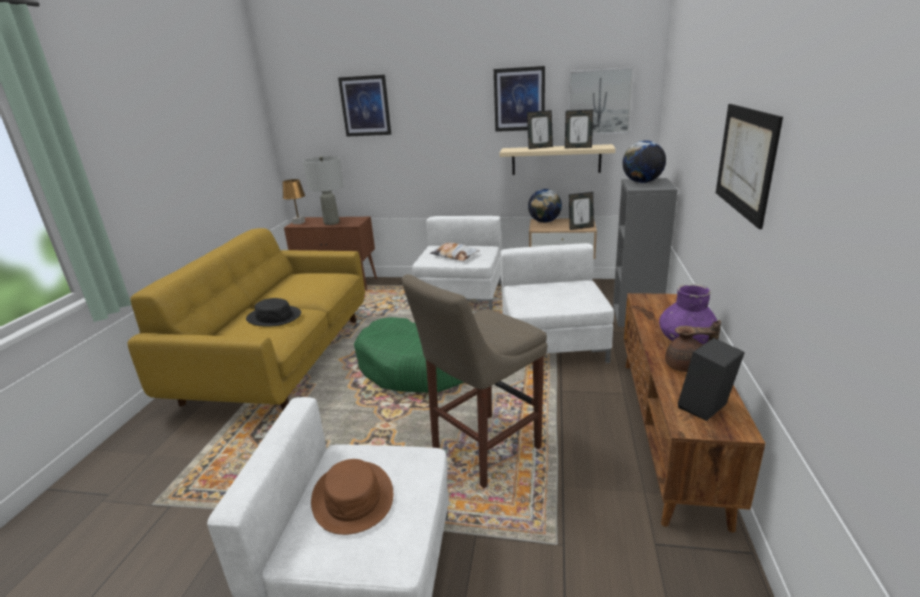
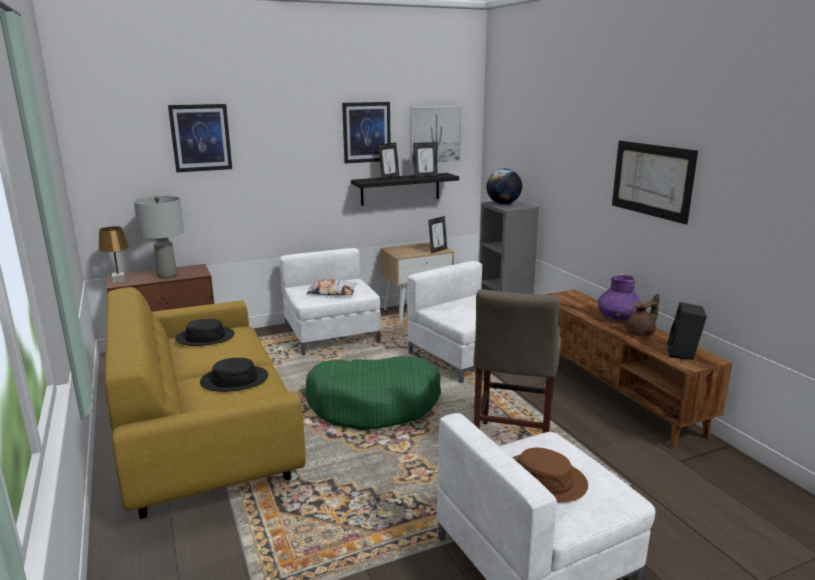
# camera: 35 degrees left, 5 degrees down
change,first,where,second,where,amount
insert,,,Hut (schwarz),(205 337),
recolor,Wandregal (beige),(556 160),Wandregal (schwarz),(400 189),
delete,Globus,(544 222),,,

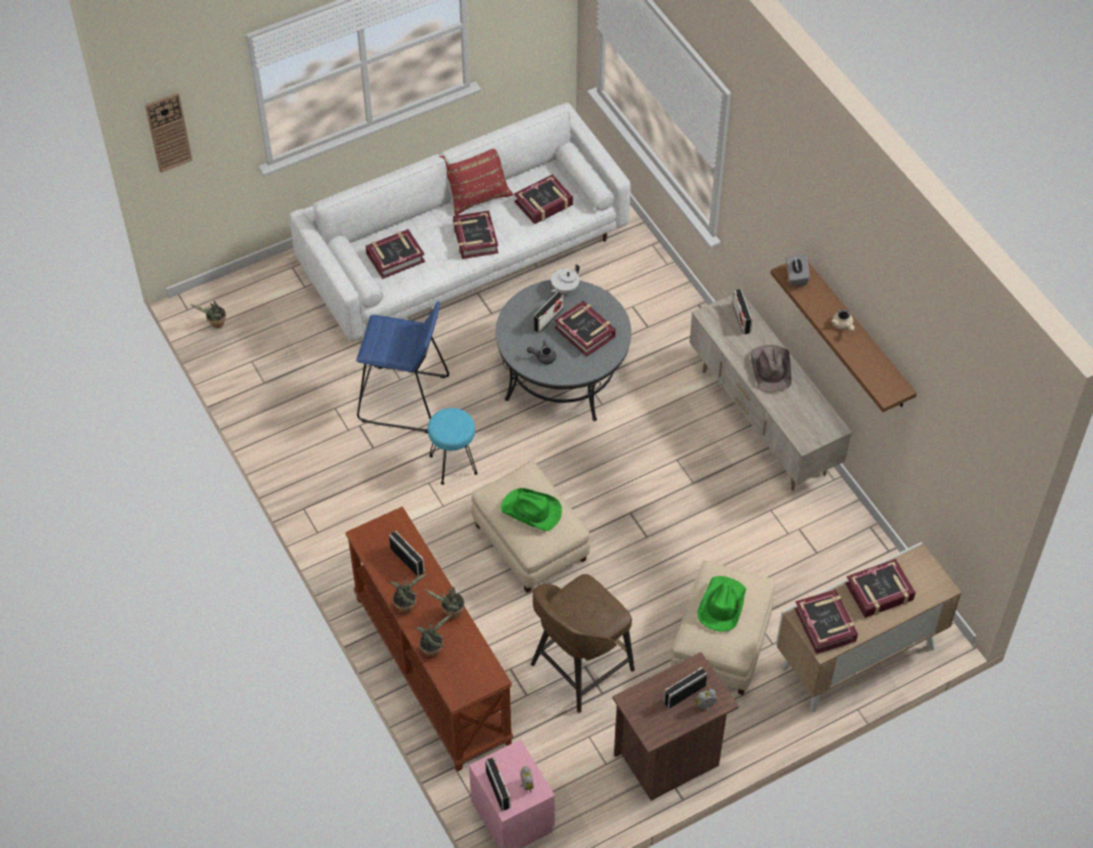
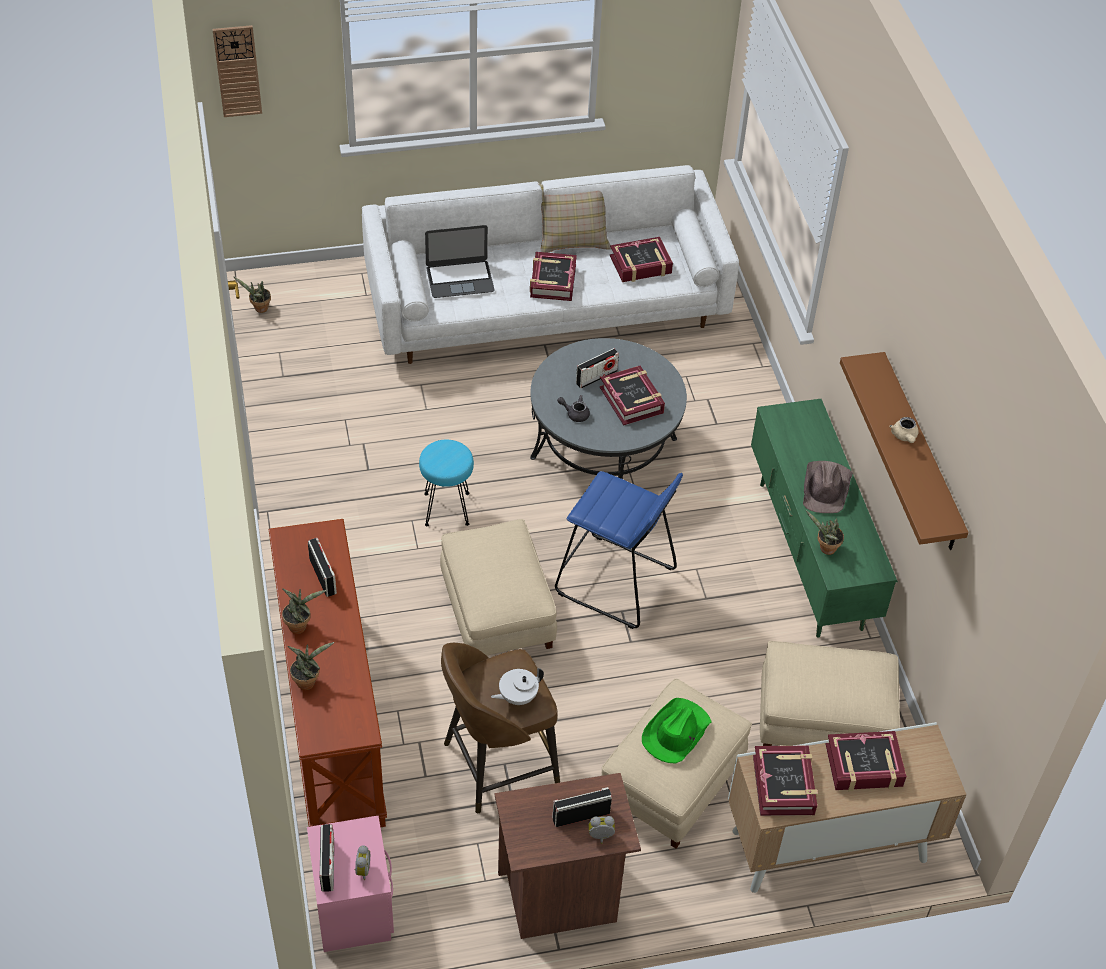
# camera: 15 degrees right, 5 degrees down
change,first,where,second,where,amount
replace,Buch,(395 257),Laptop,(460 279),
move,Teekanne (weiß),(564 289),,(517 696),
recolor,Kissen (rot),(477 194),Kissen (beige),(573 239),
move,Hocker (blau),(403 399),,(615 582),
recolor,Fernsehschrank (beige),(762 423),Fernsehschrank (grün),(808 555),
insert,,,Polsterhocker (beige),(821 722),
move,Topfpflanze,(451 613),,(825 549),
delete,Hut (grün),(531 511),,,
delete,Radio,(741 318),,,
delete,Taschentuchbox (grau),(796 276),,,

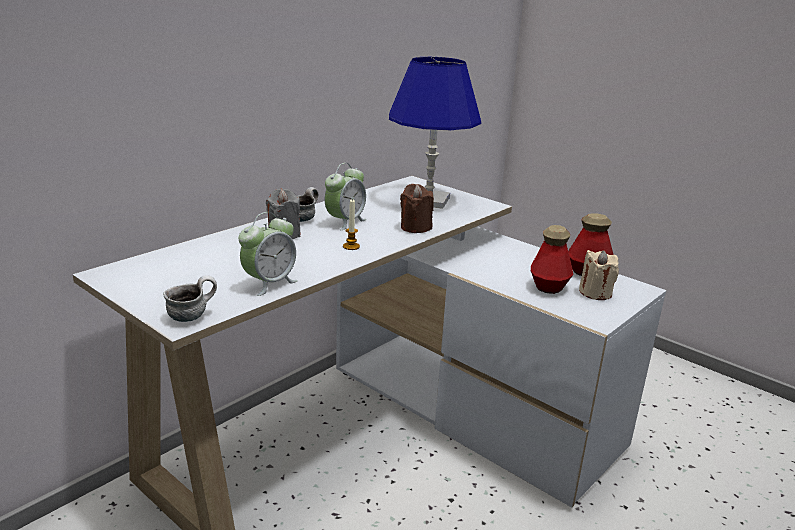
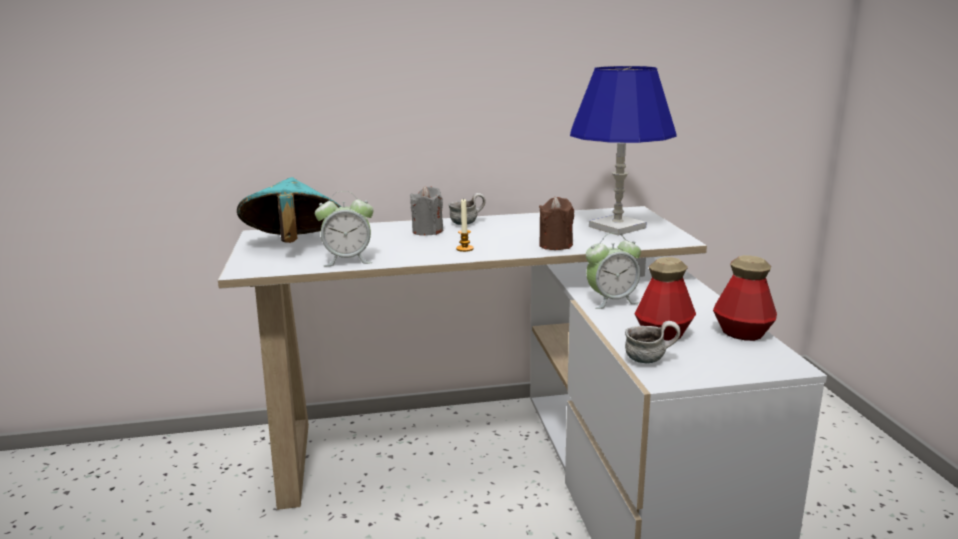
# camera: 40 degrees right, 5 degrees down
change,first,where,second,where,amount
insert,,,Hut (türkis),(293 245),
move,Wecker,(345 222),,(611 301),
move,Henkelbecher,(192 316),,(650 359),
delete,Kerze (beige),(595 293),,,

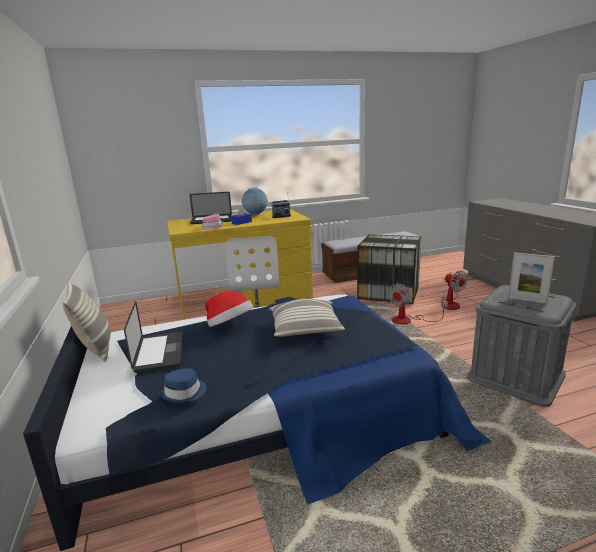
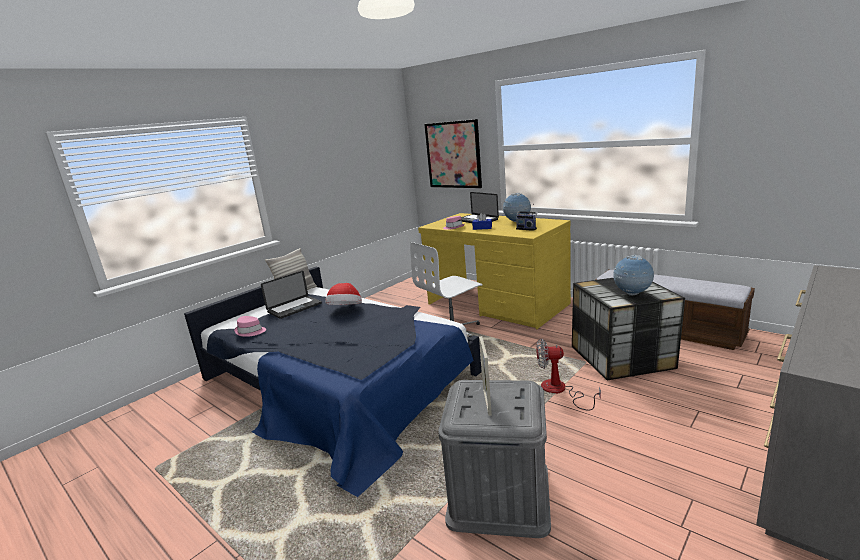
# camera: 60 degrees right, 0 degrees up
change,first,where,second,where,amount
recolor,Hut (blau),(184 393),Hut (rosa),(250 332),
insert,,,Bild,(453 155),
insert,,,Globus,(632 294),
delete,Kissen,(305 330),,,
delete,Ventilator,(451 303),,,

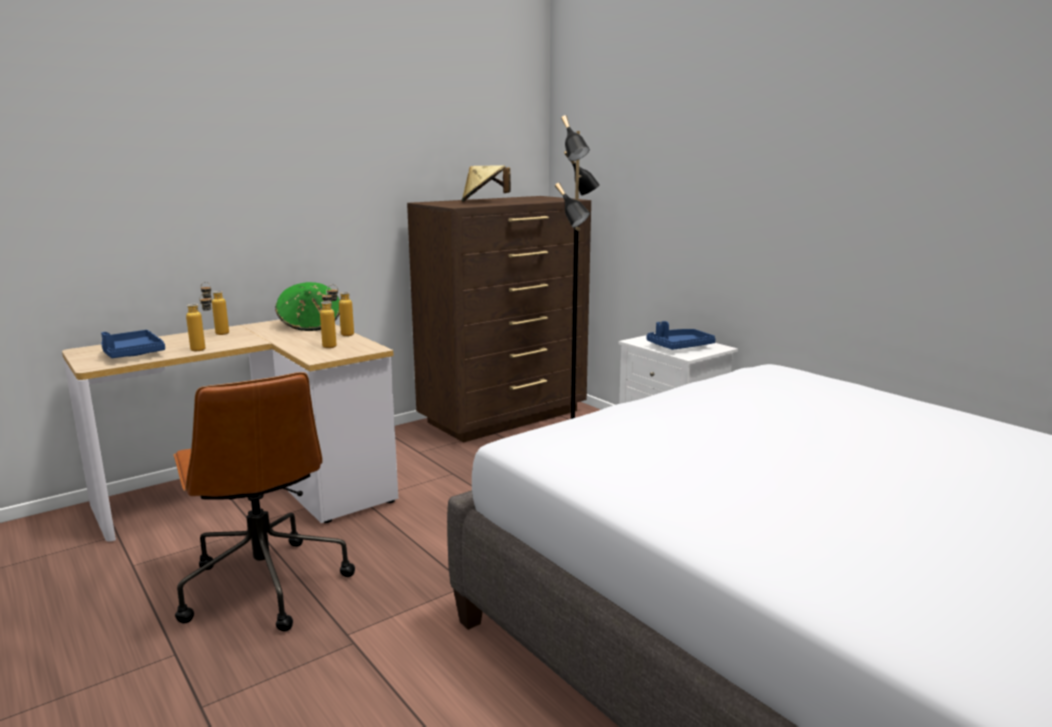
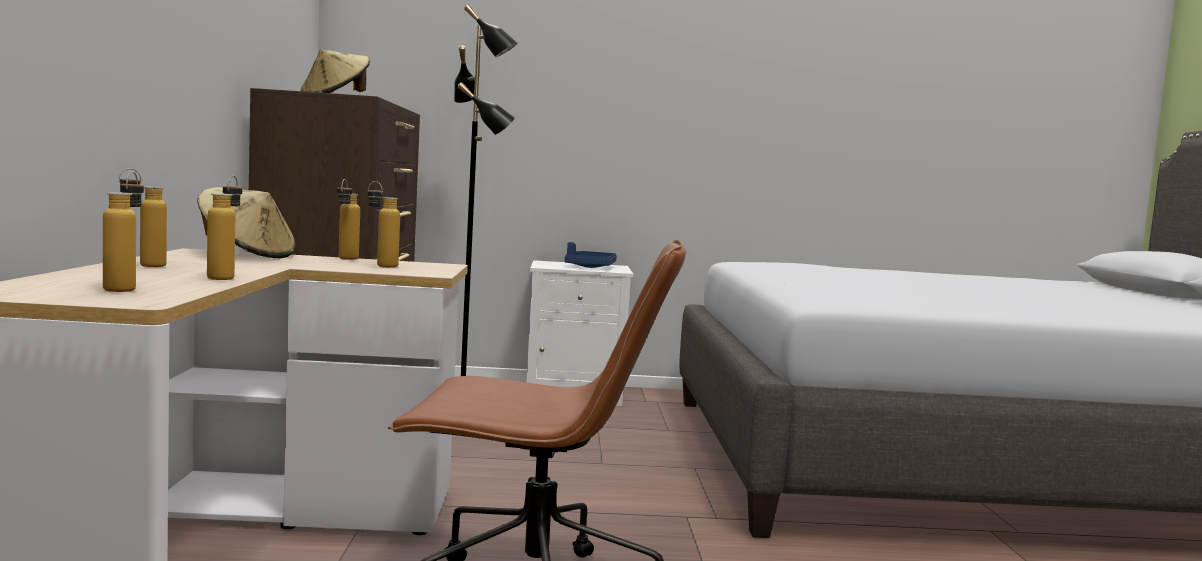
# camera: 55 degrees left, 10 degrees down
change,first,where,second,where,amount
replace,Tablett (blau),(131 354),Flasche,(125 288),
recolor,Hut (grün),(310 325),Hut (beige),(246 255),

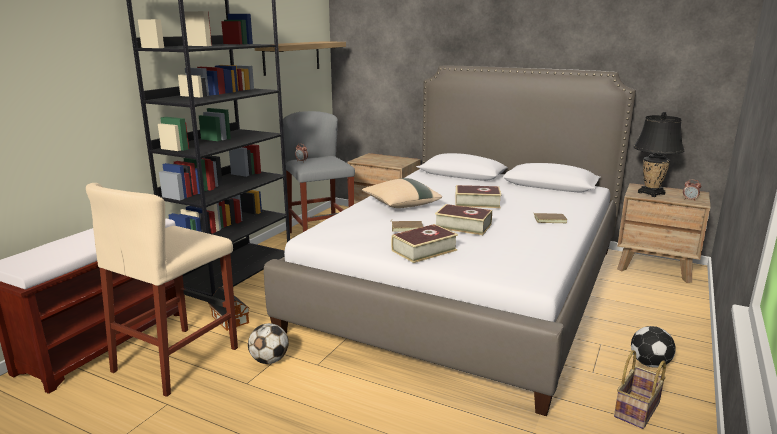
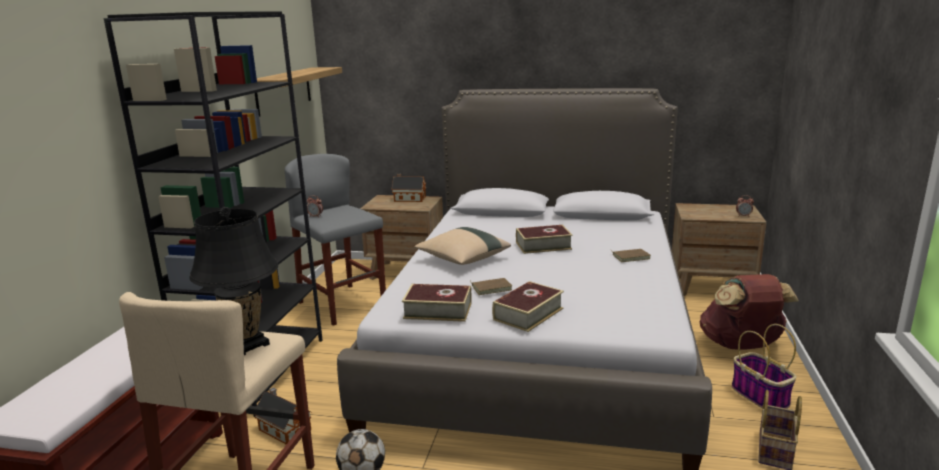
# camera: 15 degrees left, 0 degrees up
change,first,where,second,where,amount
move,Tischlampe (schwarz),(651 193),,(246 345),
insert,,,Spielzeughaus,(408 199),
move,Buch,(463 226),,(438 310),
insert,,,Rucksack (braun),(741 346),
replace,Fußball,(650 364),Korb,(761 396),

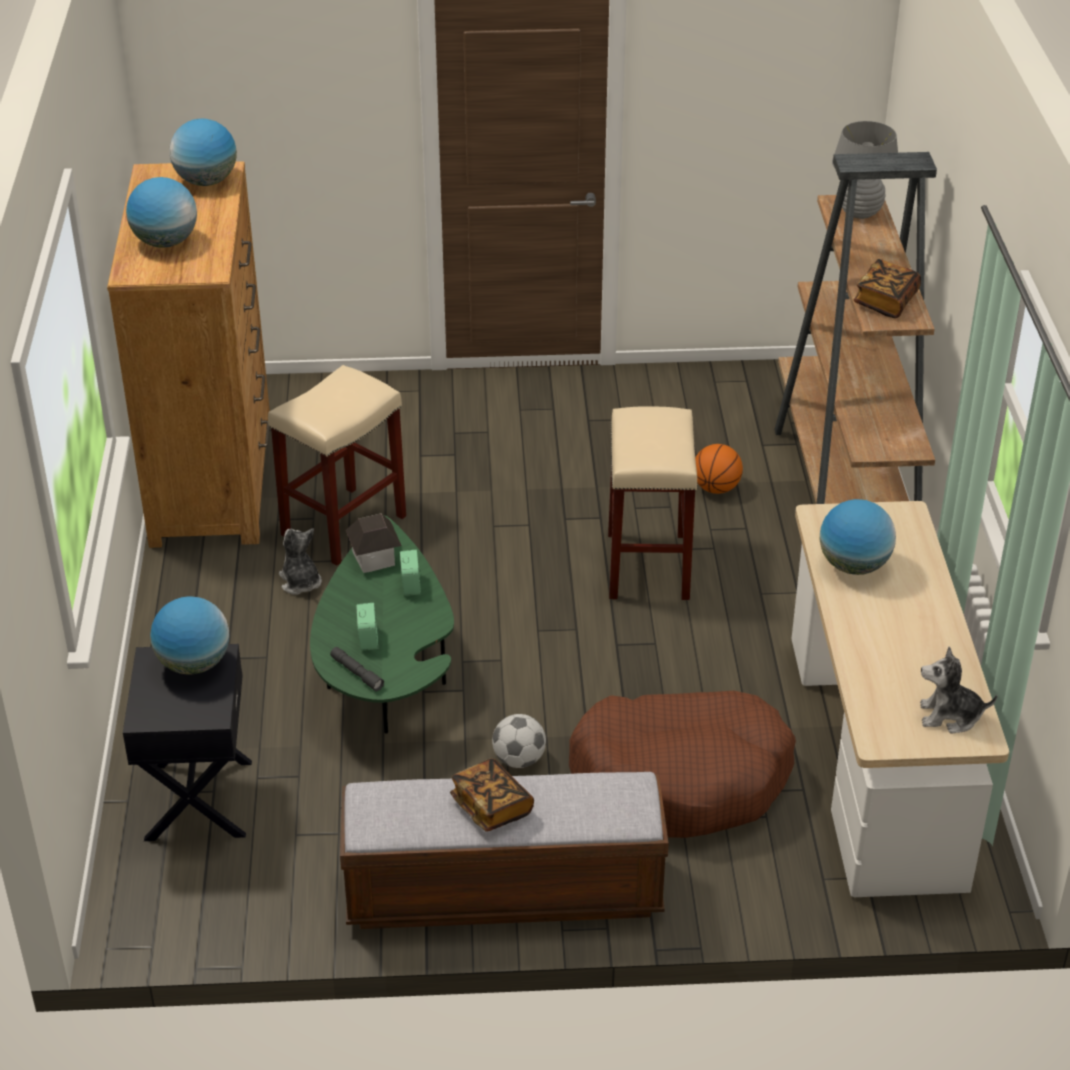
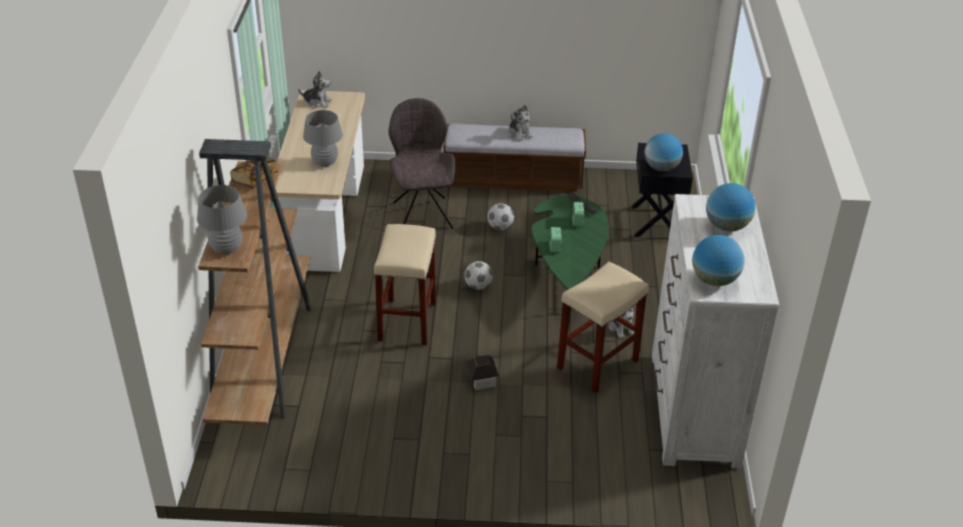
# camera: 175 degrees left, 0 degrees up
change,first,where,second,where,amount
replace,Globus,(853 565),Tischlampe (grau),(325 163),
replace,Hundebett (braun),(681 778),Stuhl (grau),(422 214),
insert,,,Fußball,(478 286),
move,Spielzeughaus,(374 558),,(482 380),
replace,Buch,(491 807),Plüschtier,(520 134),
recolor,Kommode (braun),(213 477),Kommode (weiß),(693 409),
delete,Basketball,(716 488),,,

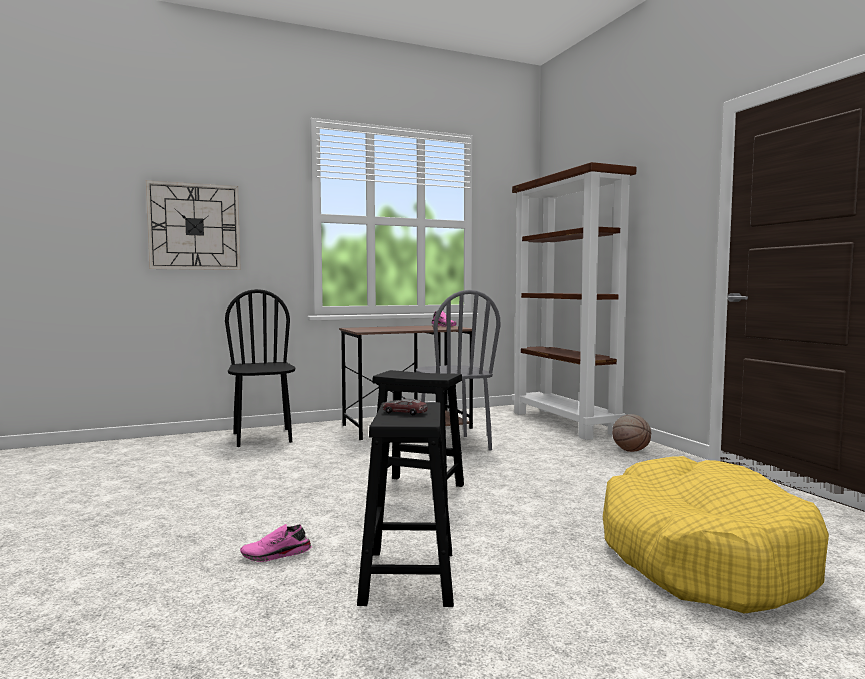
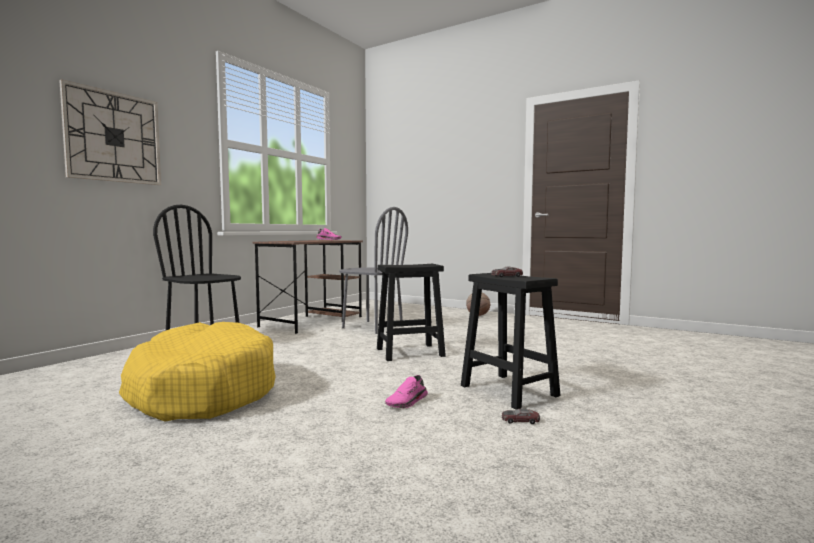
# camera: 35 degrees left, 0 degrees up
change,first,where,second,where,amount
move,Hundebett (gelb),(702 556),,(202 390),
insert,,,Spielzeugauto,(520 420),
delete,Bücherregal (braun),(565 423),,,

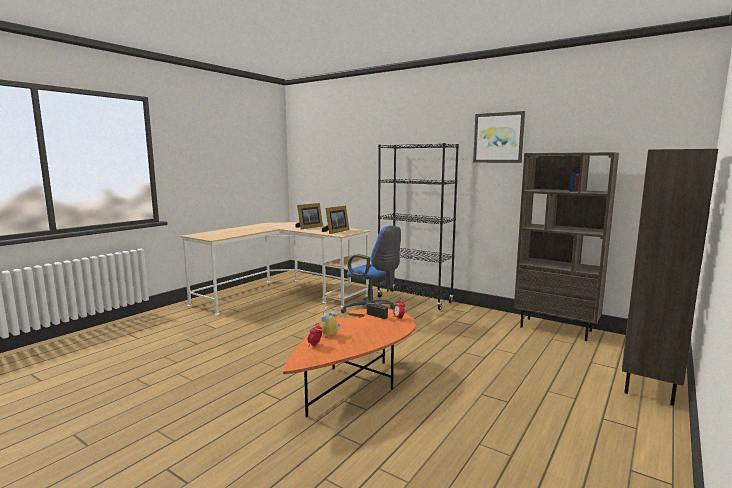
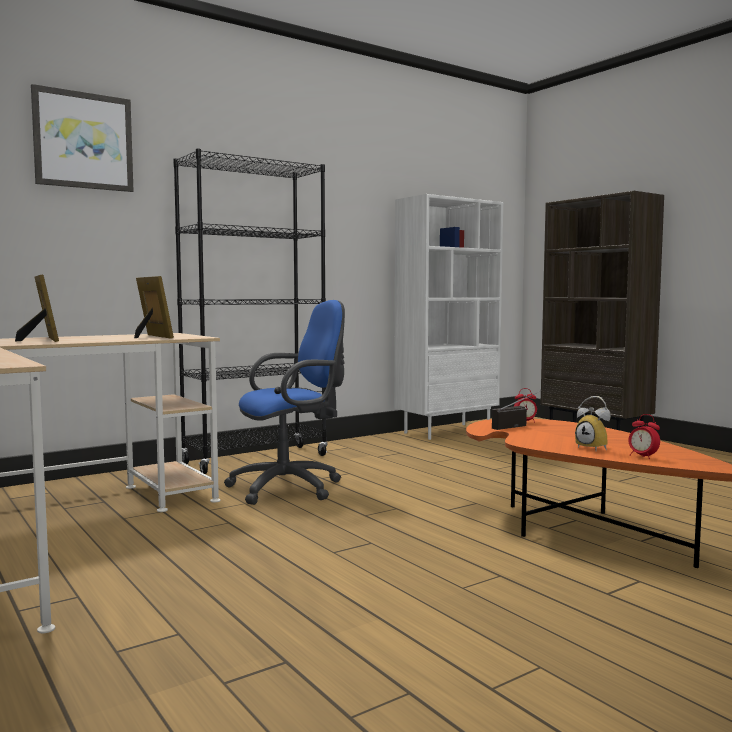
# camera: 70 degrees left, 5 degrees down
change,first,where,second,where,amount
move,Bild,(498 137),,(83 141),
recolor,Bücherregal (braun),(556 329),Bücherregal (weiß),(447 431),

